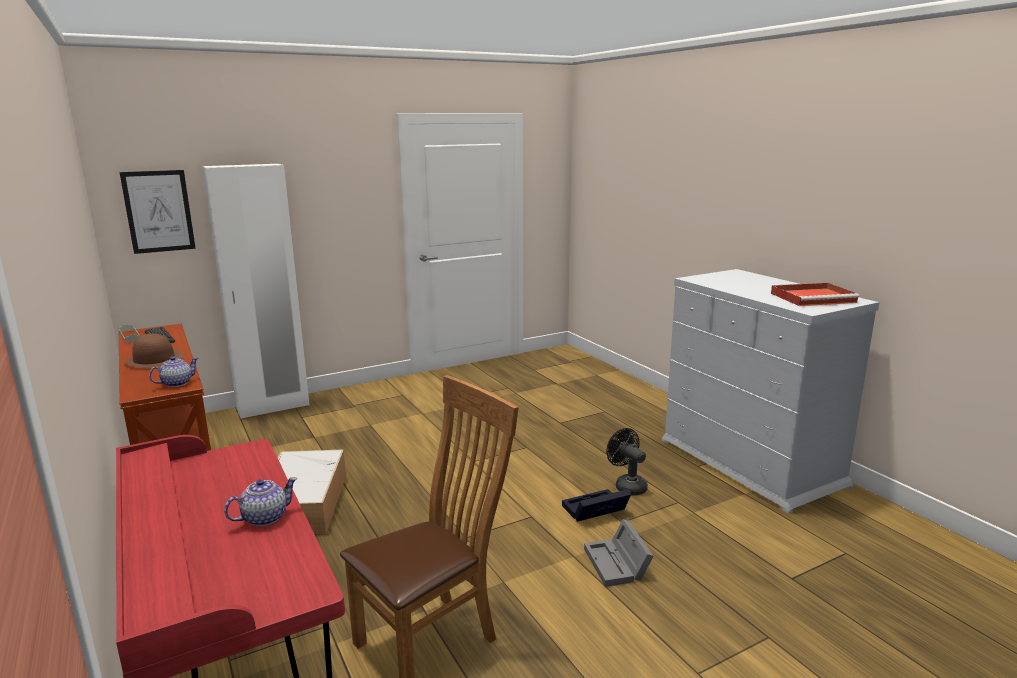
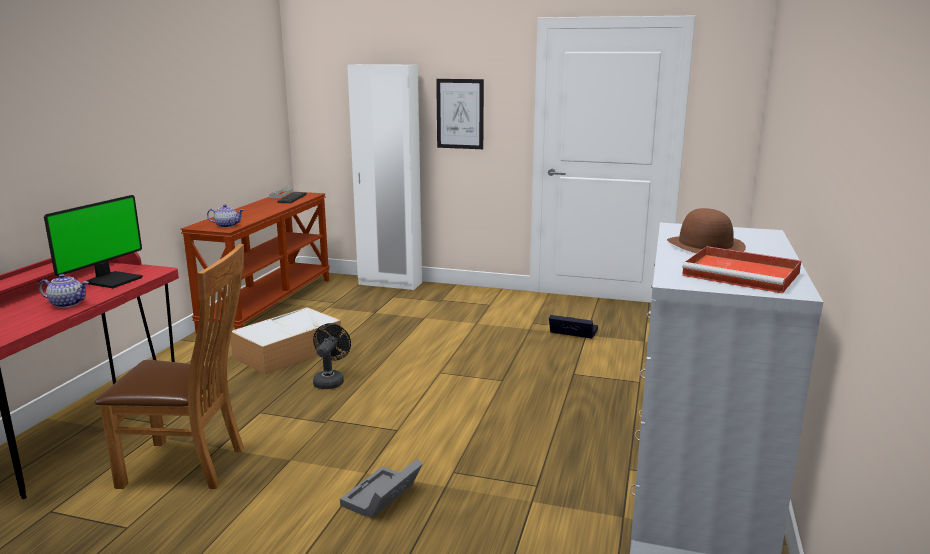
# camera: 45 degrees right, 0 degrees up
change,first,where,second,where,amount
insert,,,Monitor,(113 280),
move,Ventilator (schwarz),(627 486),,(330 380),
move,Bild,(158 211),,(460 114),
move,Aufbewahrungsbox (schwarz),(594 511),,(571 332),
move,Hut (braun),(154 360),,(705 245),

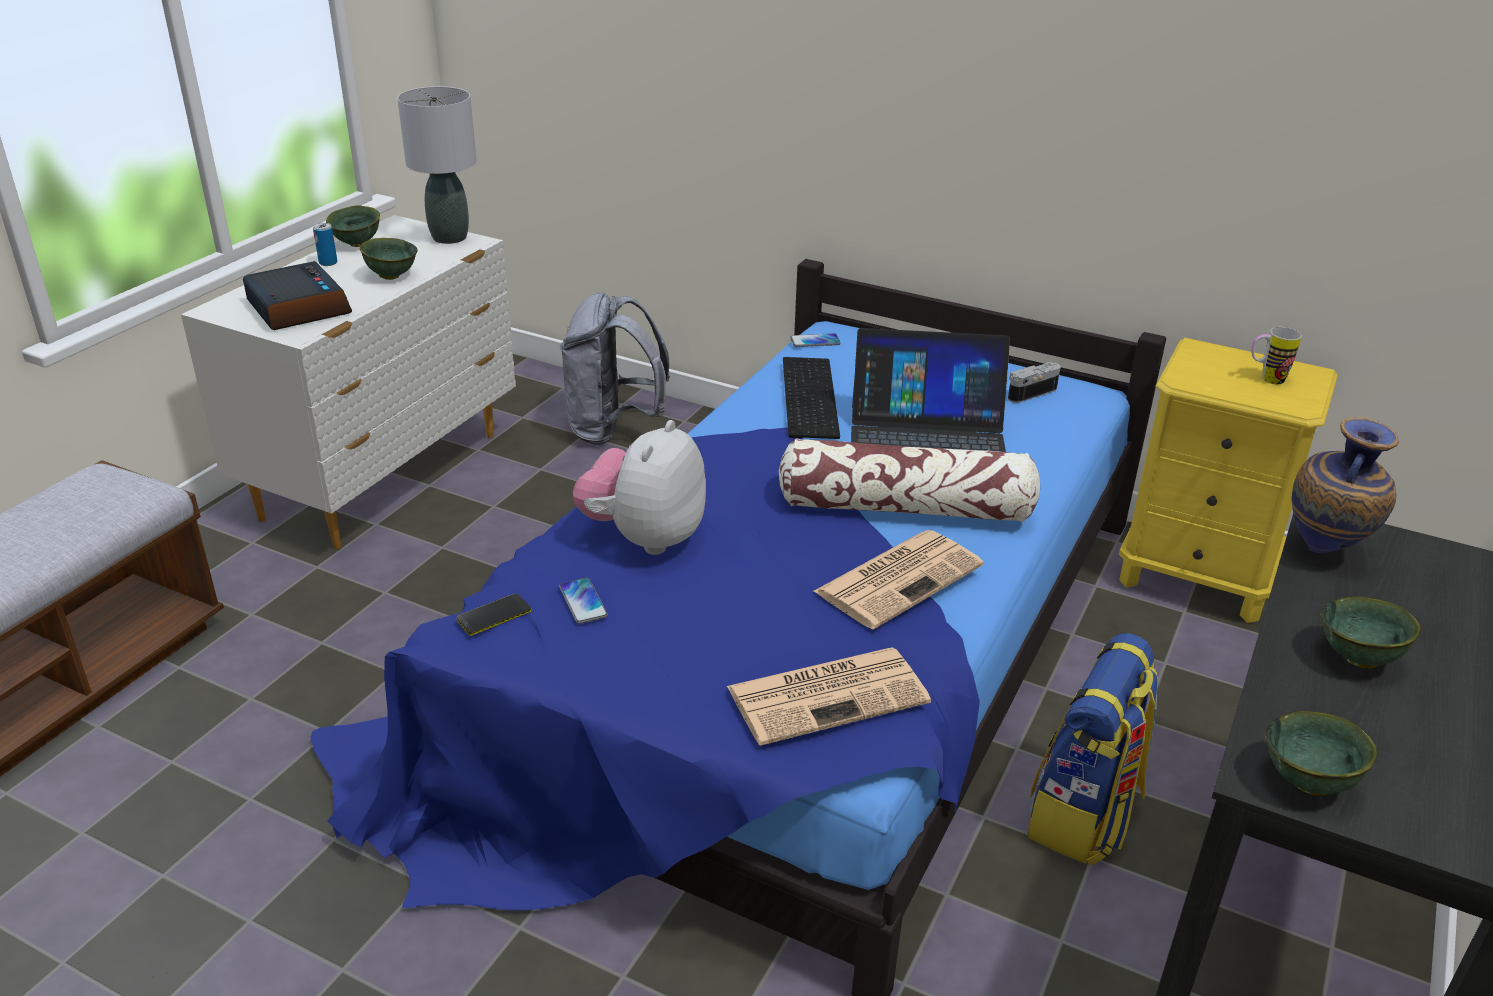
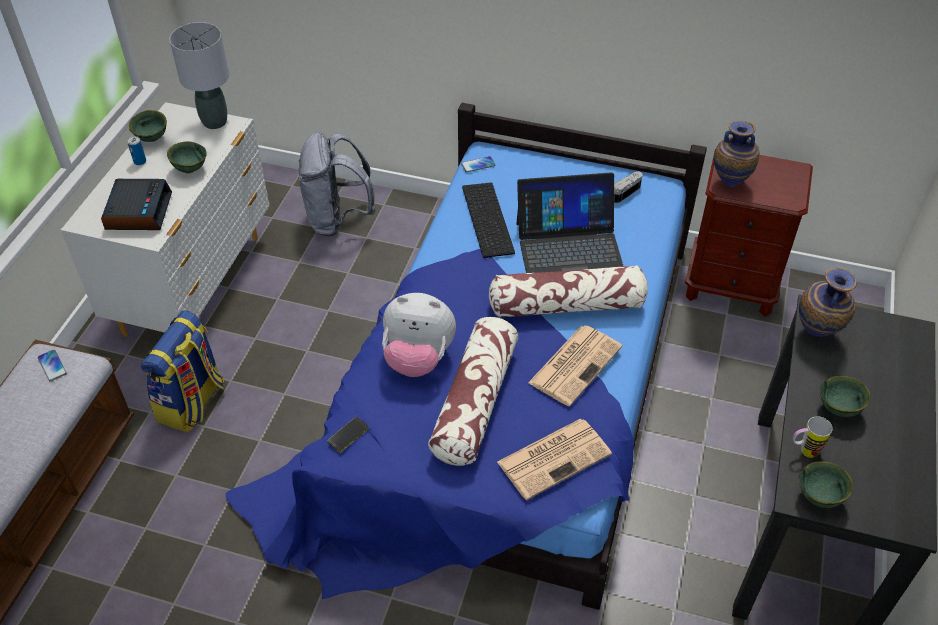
# camera: 10 degrees left, 15 degrees up
change,first,where,second,where,amount
move,Handy,(583 602),,(52 366),
rotate,Wecker,(297 307),,(138 211),45 degrees clockwise
move,Rucksack,(1084 815),,(192 403),
rotate,Plüschtier,(644 537),,(418 358),90 degrees counterclockwise
insert,,,Kissen,(475 401),
recolor,Nachttisch (gelb),(1196 577),Nachttisch (braun),(731 286),
insert,,,Vase,(730 183),
move,Henkelbecher,(1265 379),,(803 451),

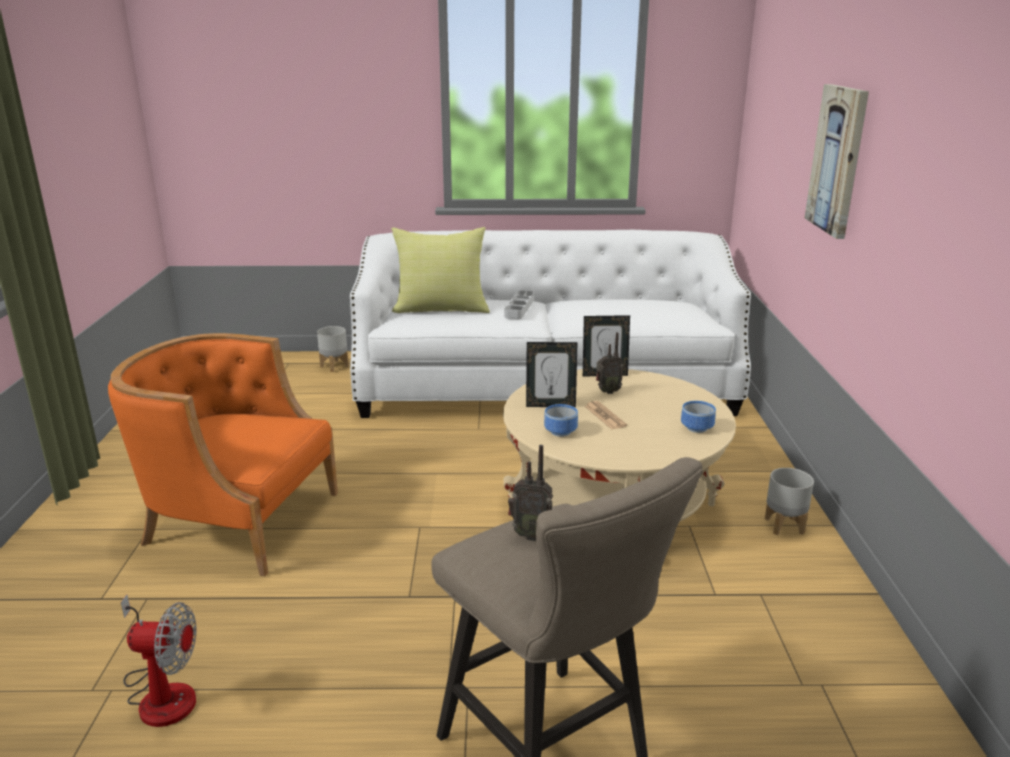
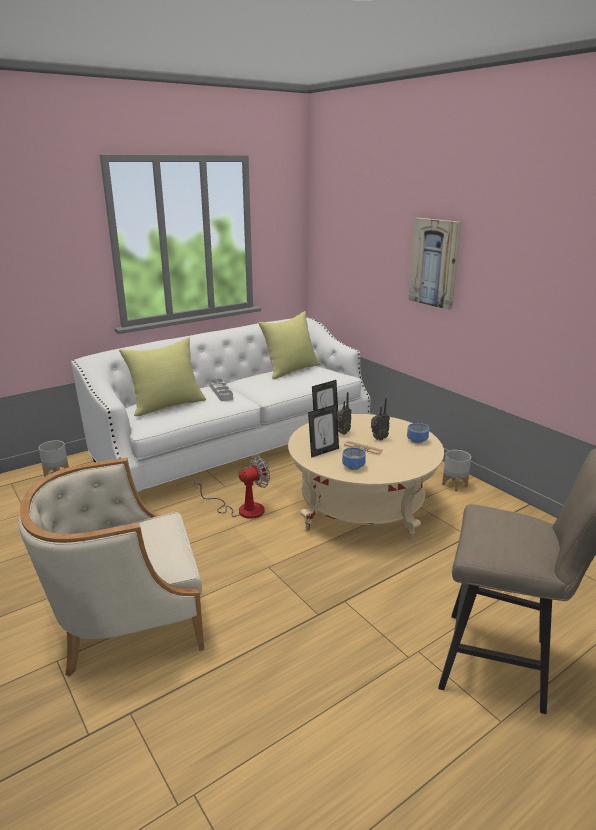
# camera: 35 degrees left, 0 degrees up
change,first,where,second,where,amount
recolor,Sessel (orange),(237 520),Sessel (beige),(127 619),
move,Ventilator,(162 693),,(242 509),
insert,,,Kissen (gelb),(291 370),
move,Radio,(530 535),,(378 439),

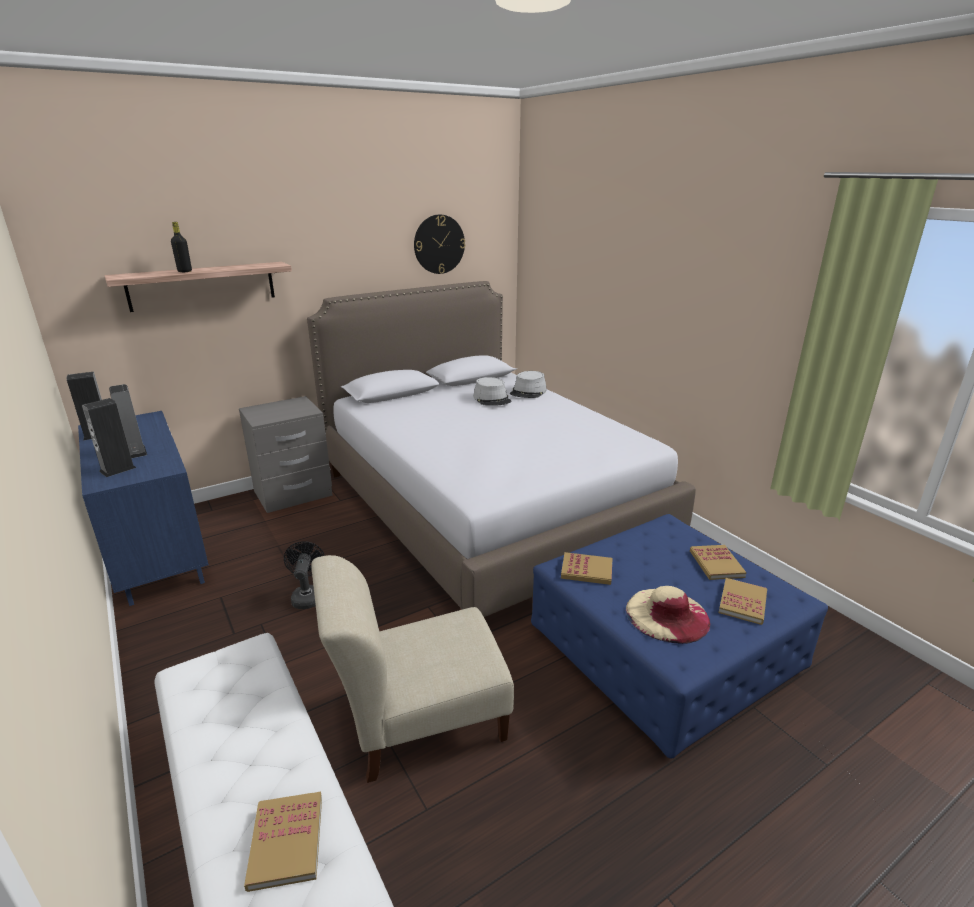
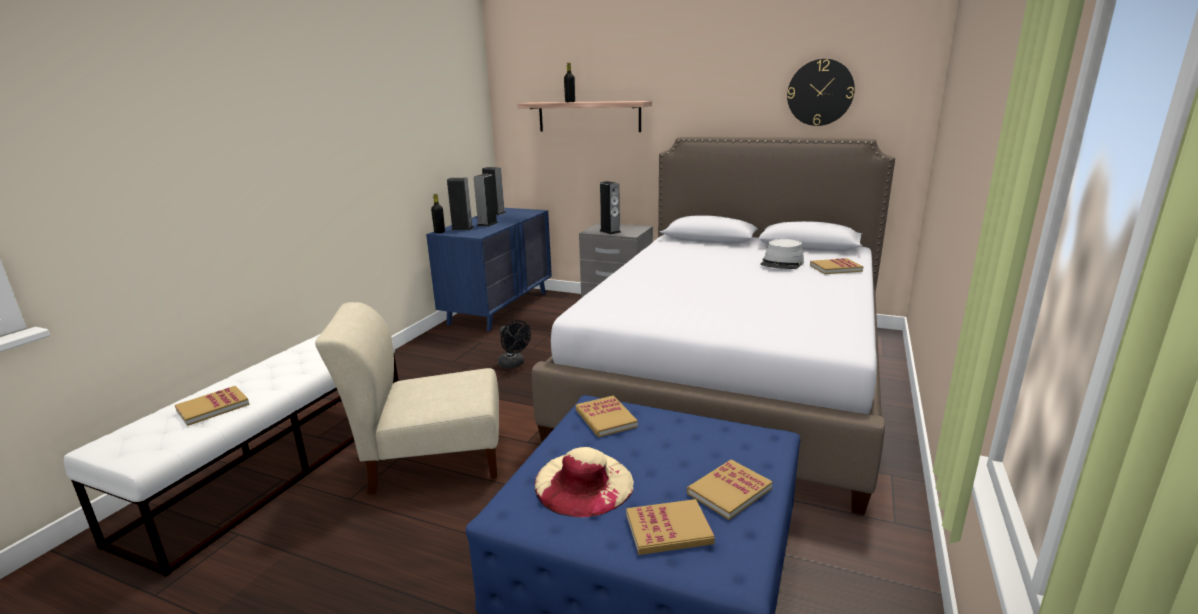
# camera: 55 degrees right, 5 degrees down
change,first,where,second,where,amount
rotate,Stuhl (beige),(419 720),,(430 459),45 degrees counterclockwise
insert,,,Flasche (schwarz),(439 232),
rotate,Ventilator (schwarz),(307 596),,(514 364),90 degrees clockwise
insert,,,Lautsprecher,(610 231),
replace,Hut (grau),(528 392),Buch,(835 268),

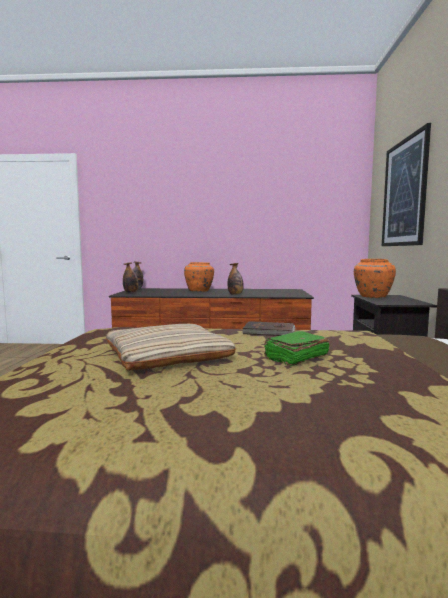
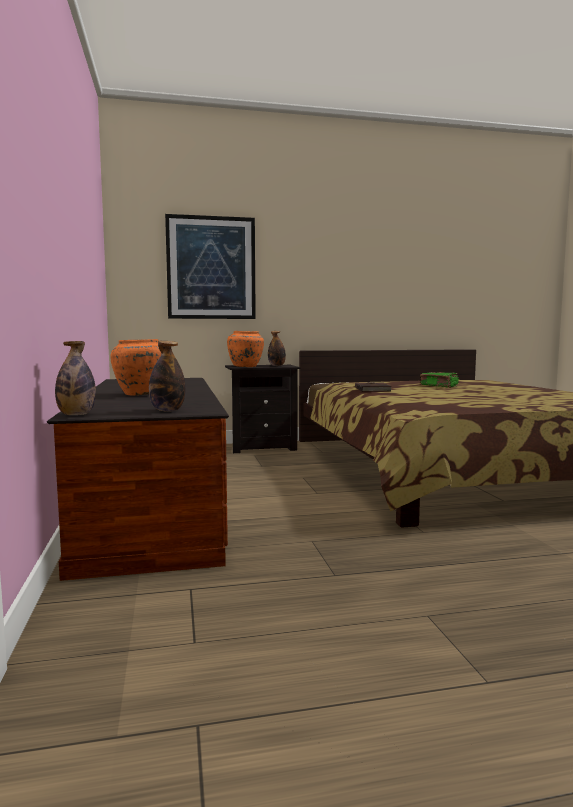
# camera: 105 degrees left, 0 degrees up
change,first,where,second,where,amount
move,Flasche,(235 294),,(276 365),
delete,Kissen (beige),(167 355),,,

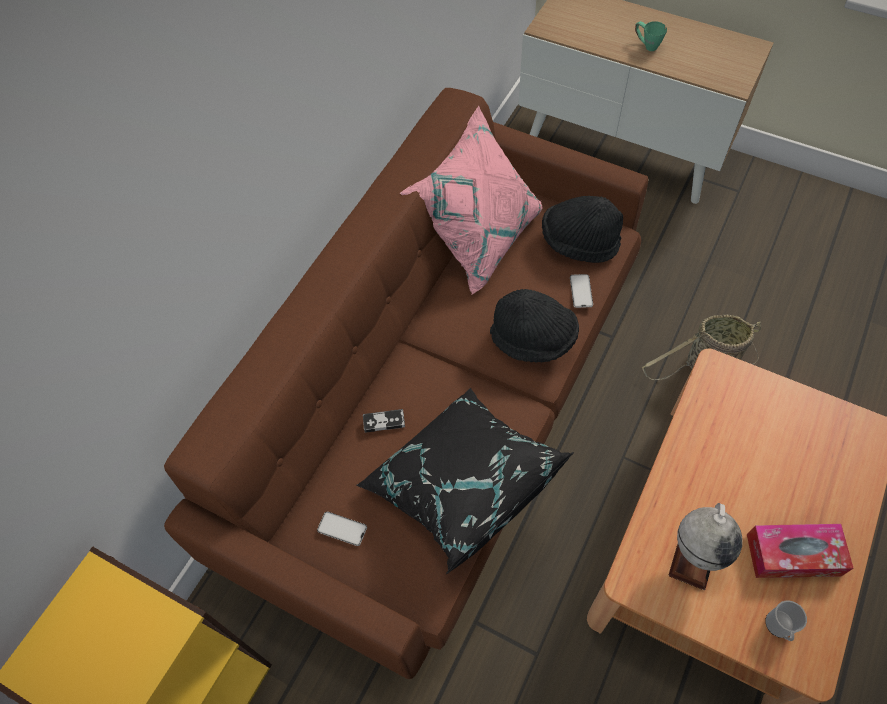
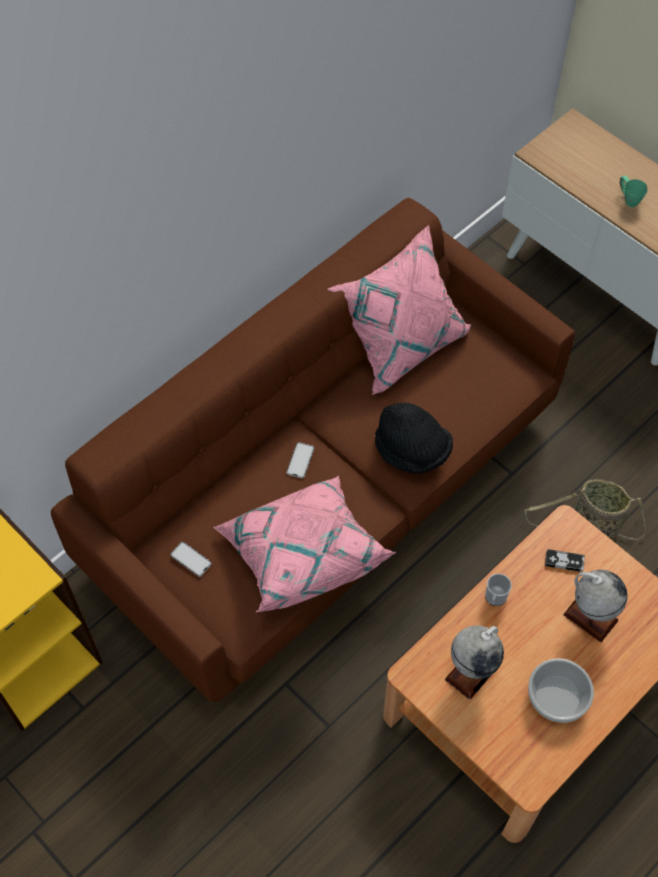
# camera: 15 degrees right, 0 degrees up
change,first,where,second,where,amount
recolor,Kissen (schwarz),(461 484),Kissen (rosa),(301 554),
move,Handy,(581 291),,(300 460),
move,Henkelbecher,(779 627),,(495 598),
replace,Taschentuchbox,(793 555),Schüssel,(558 696),
move,Gamepad,(384 422),,(564 561),
insert,,,Globus,(590 617),
delete,Hut (schwarz),(579 242),,,

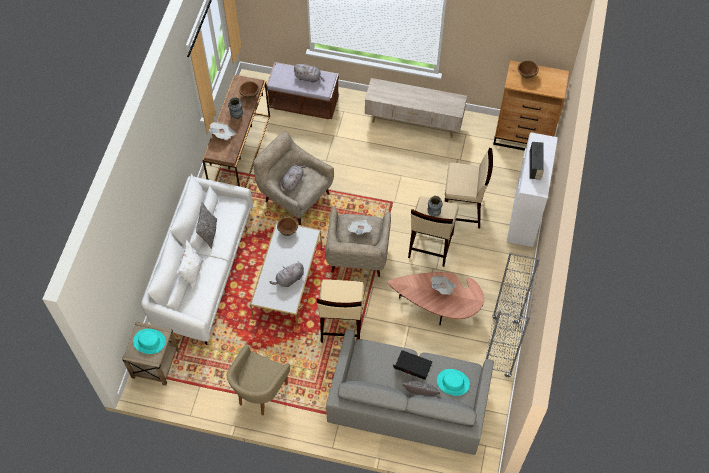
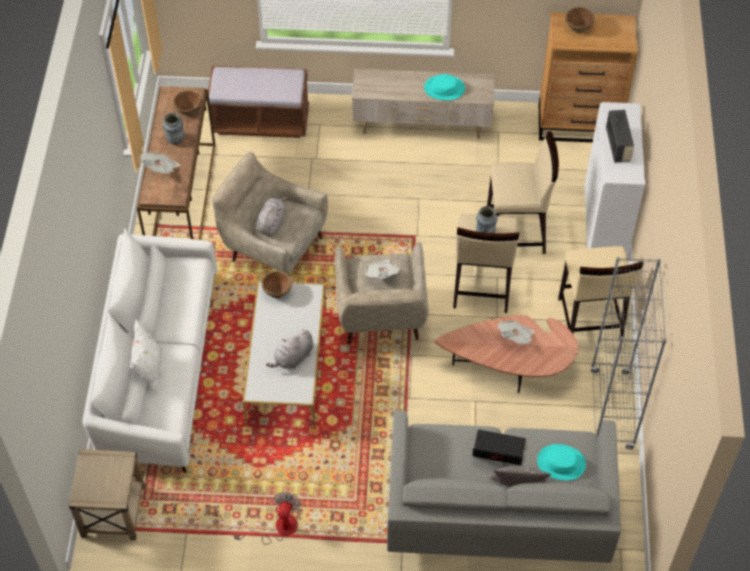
# camera: 10 degrees left, 5 degrees down
change,first,where,second,where,amount
replace,Sessel (beige),(260 393),Ventilator,(278 528),
move,Hut (türkis),(149 341),,(444 88),
move,Hocker (beige),(341 326),,(589 320),
delete,Kissen,(209 233),,,
delete,Plüschtier (grau),(309 78),,,

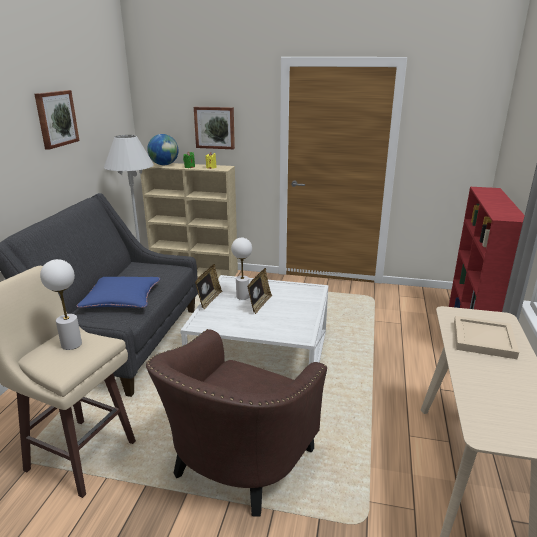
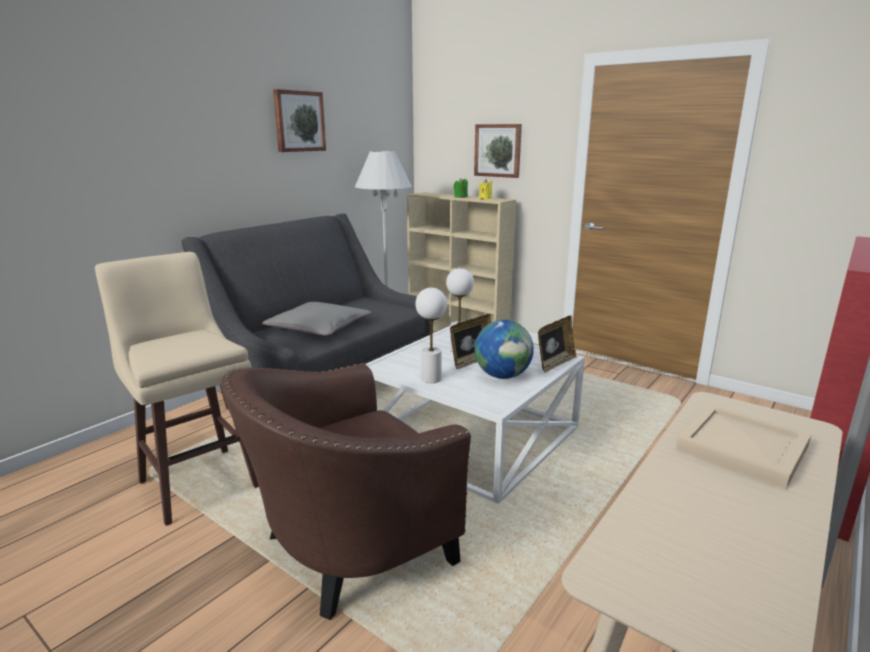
# camera: 25 degrees right, 5 degrees down
change,first,where,second,where,amount
recolor,Kissen (blau),(121 298),Kissen (grau),(318 326),
move,Tischlampe (weiß),(71 344),,(431 379),
move,Globus,(164 165),,(502 376),
move,Bilderrahmen,(209 300),,(555 363),

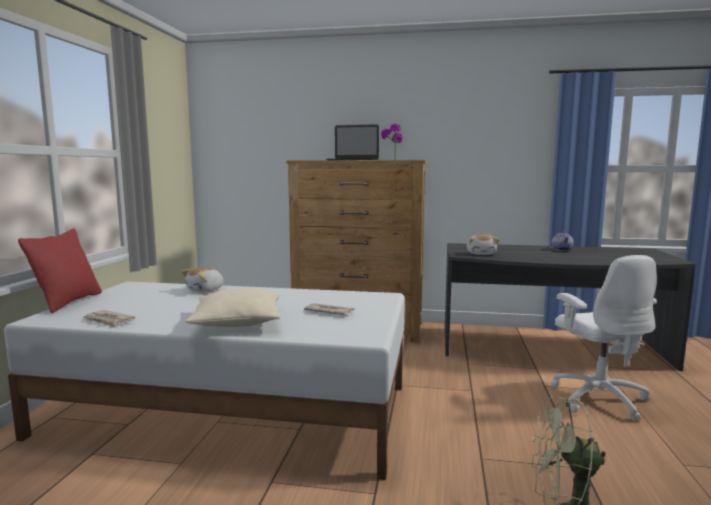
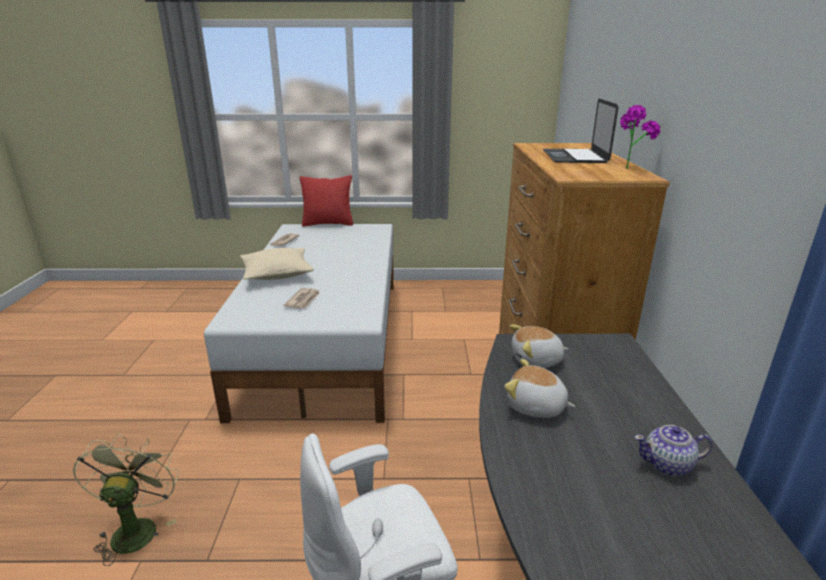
# camera: 80 degrees right, 15 degrees up
change,first,where,second,where,amount
move,Plüschtier,(206 290),,(536 407),

